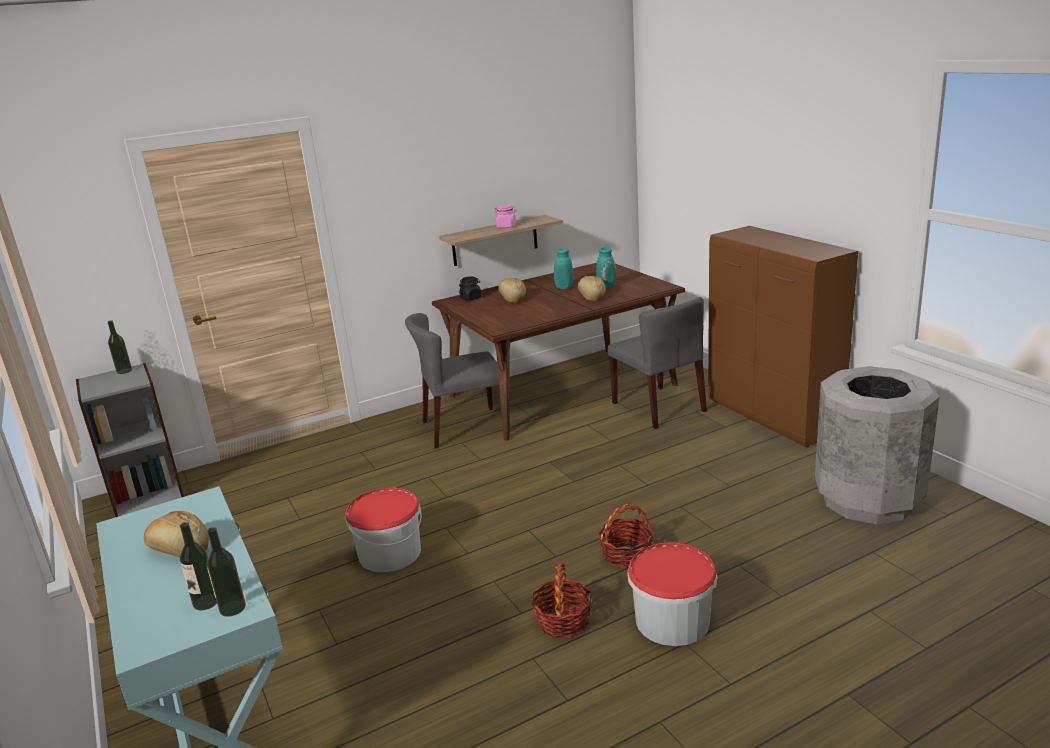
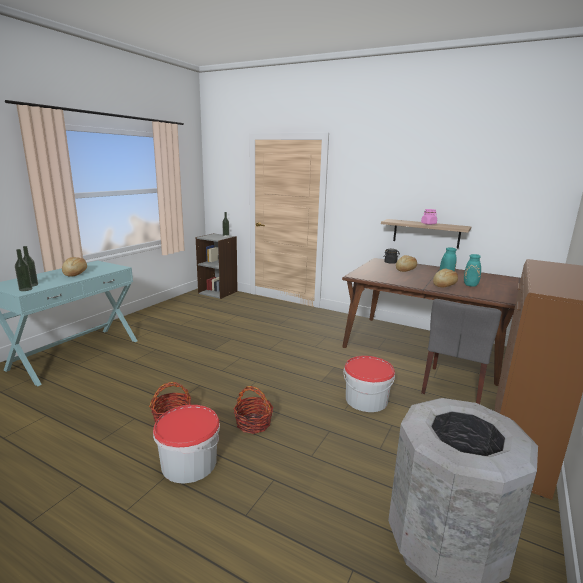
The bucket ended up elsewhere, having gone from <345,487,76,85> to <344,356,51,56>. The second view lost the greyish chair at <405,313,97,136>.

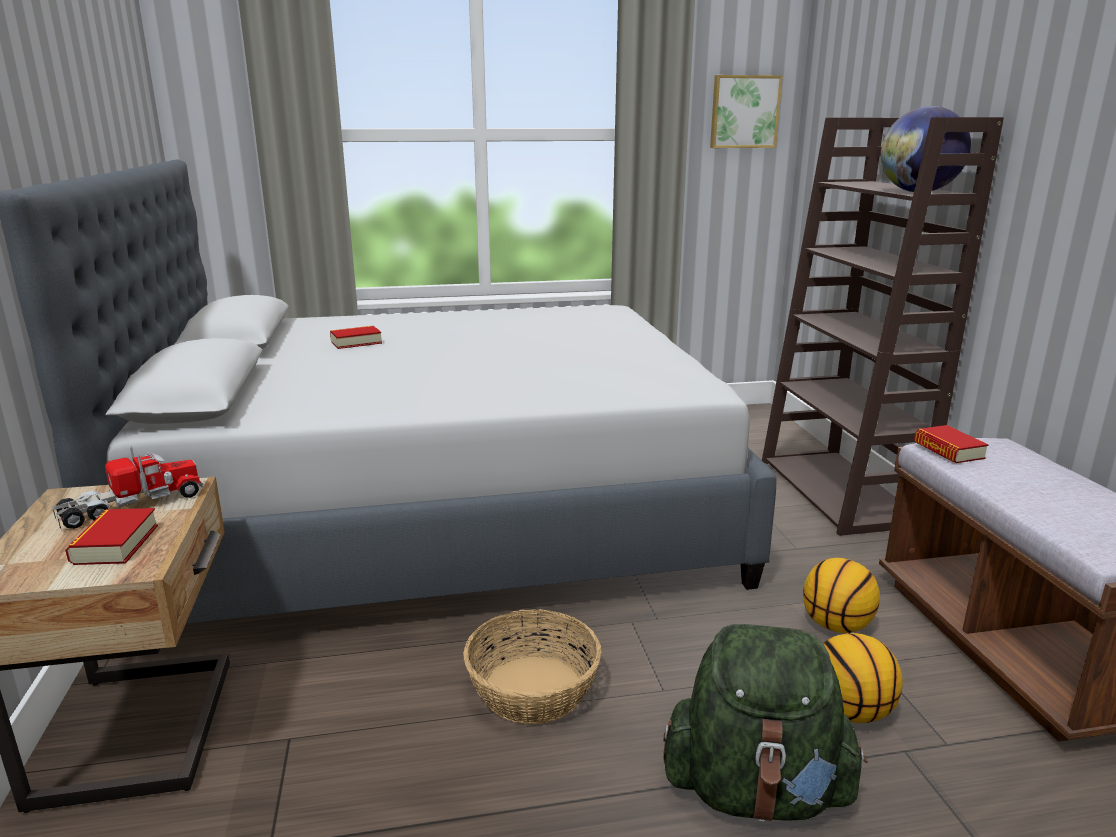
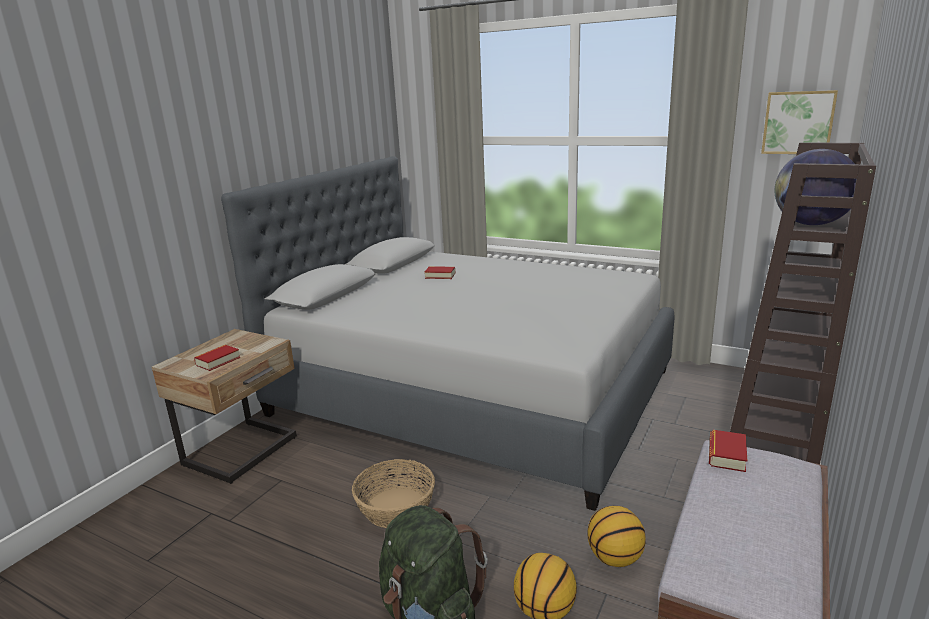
The second view lost the toy truck at <51,446,153,85>.

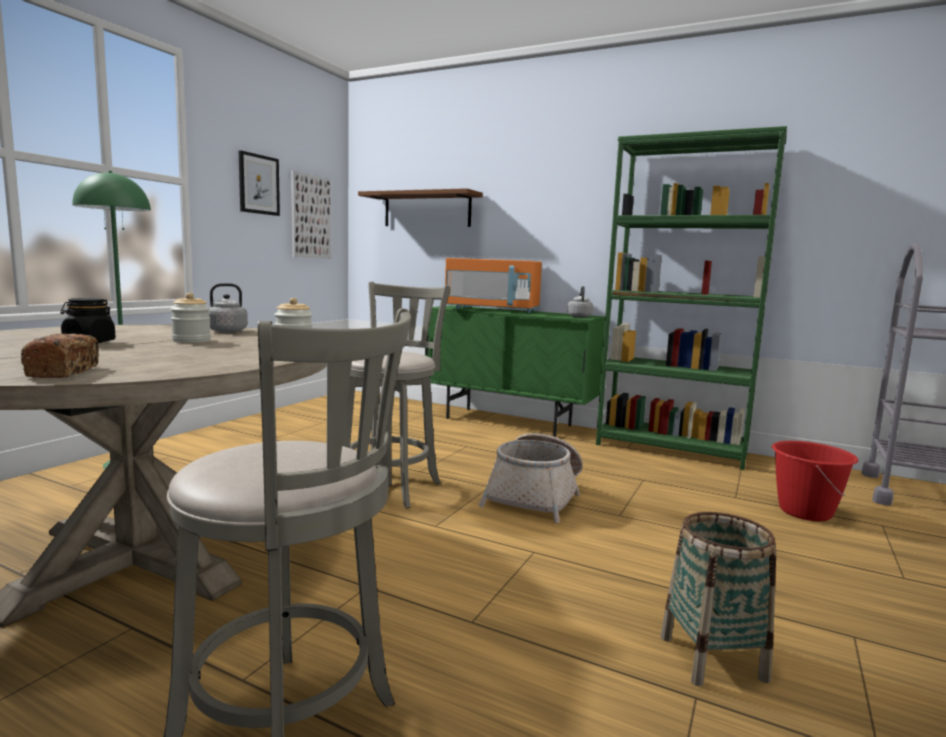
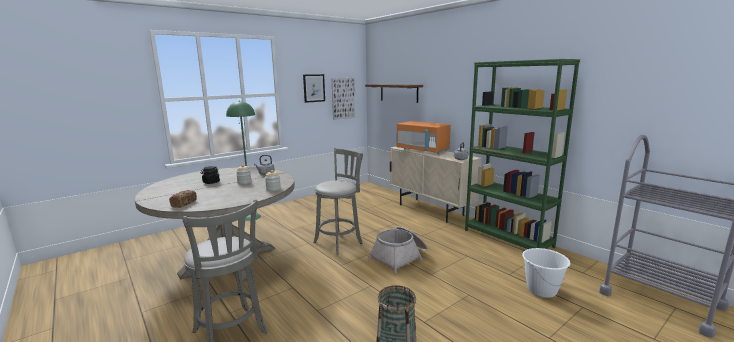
What was the greenish cupboard at <425,305,180,132> turned into the beige cupboard at <390,146,92,77>. What was the red bucket at <772,441,86,80> turned into the whitish bucket at <522,248,48,50>.

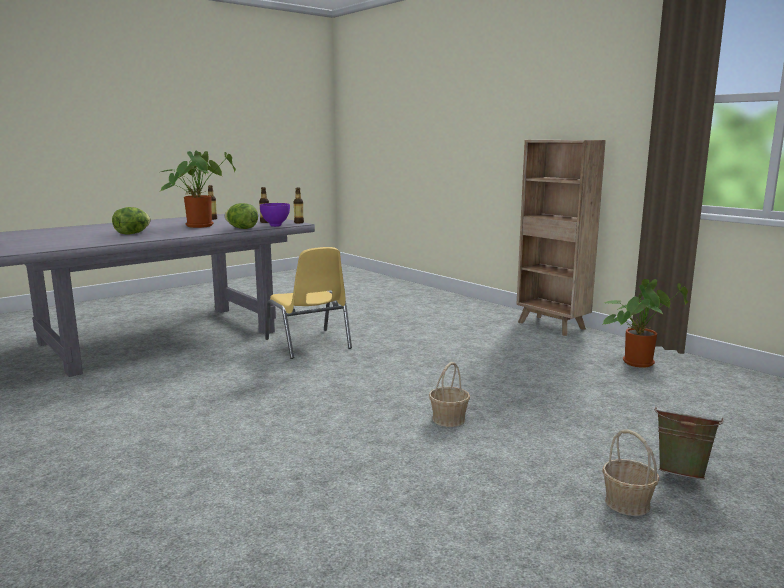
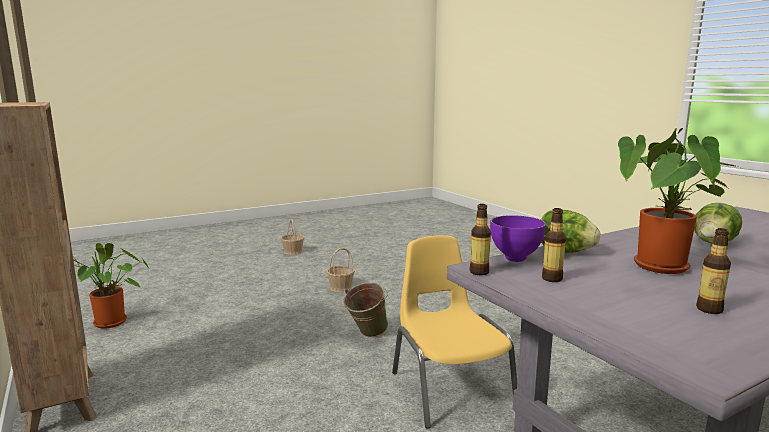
The greenish bucket ended up elsewhere, having gone from <654,406,70,73> to <344,282,44,55>.

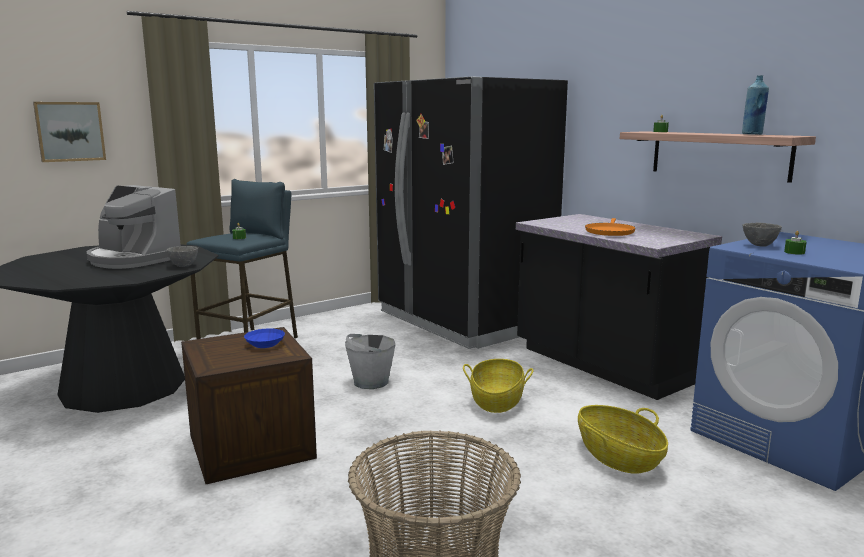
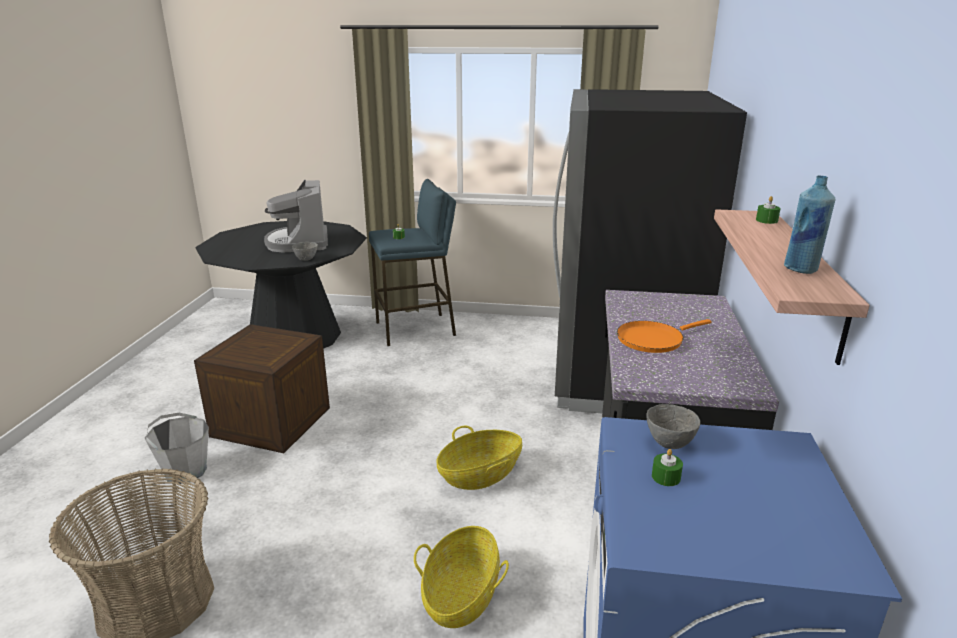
The greyish bucket ended up elsewhere, having gone from <345,334,51,55> to <145,413,64,71>. The second view lost the picture at <33,102,73,60>. The second view lost the bluish deep dish at <244,328,41,20>.

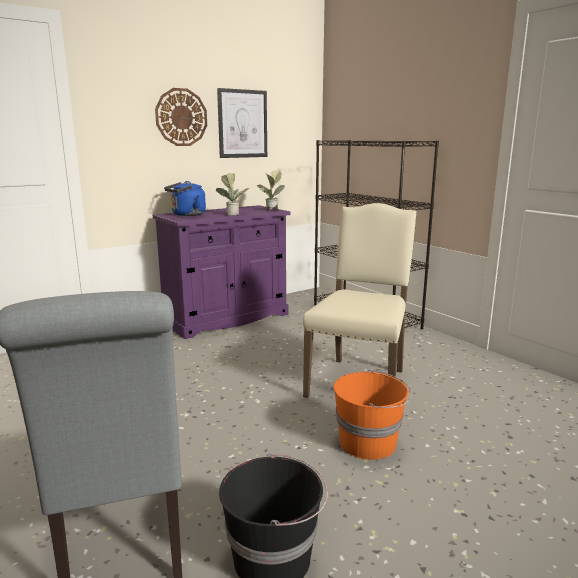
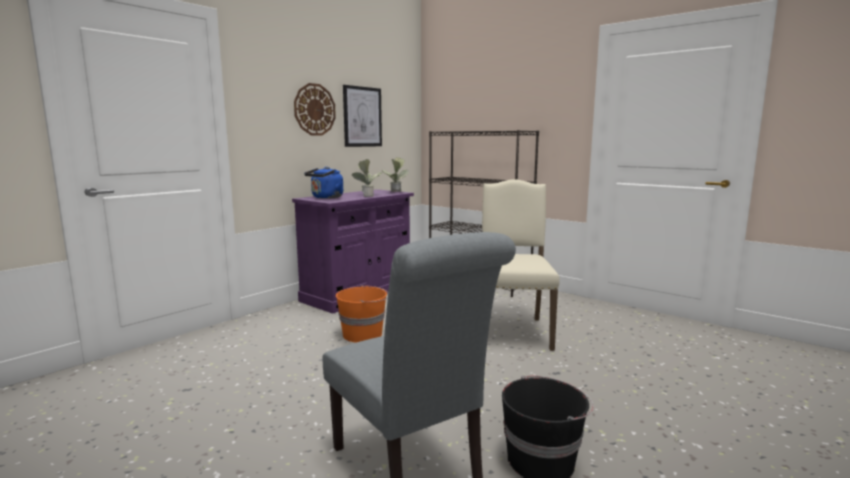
The orangey bucket ended up elsewhere, having gone from <333,370,79,90> to <336,286,52,57>.

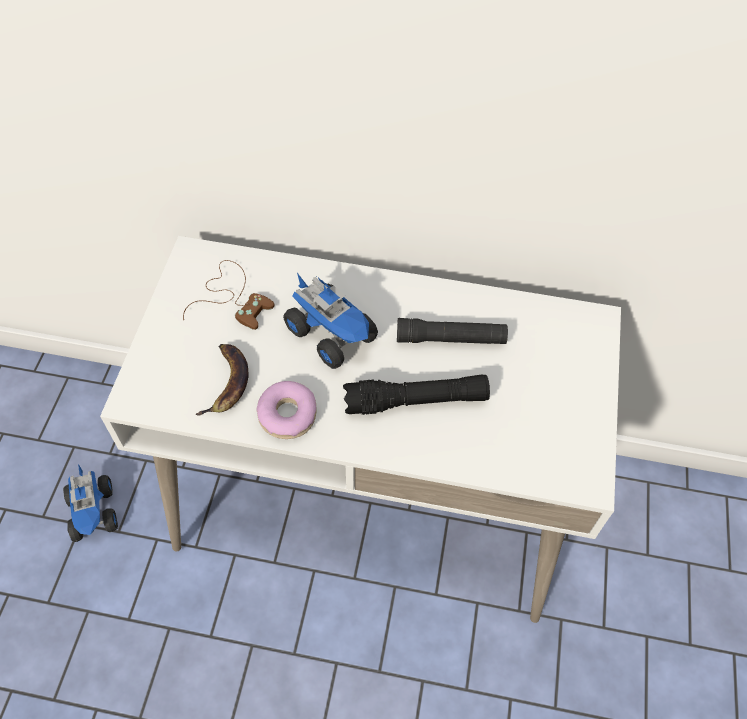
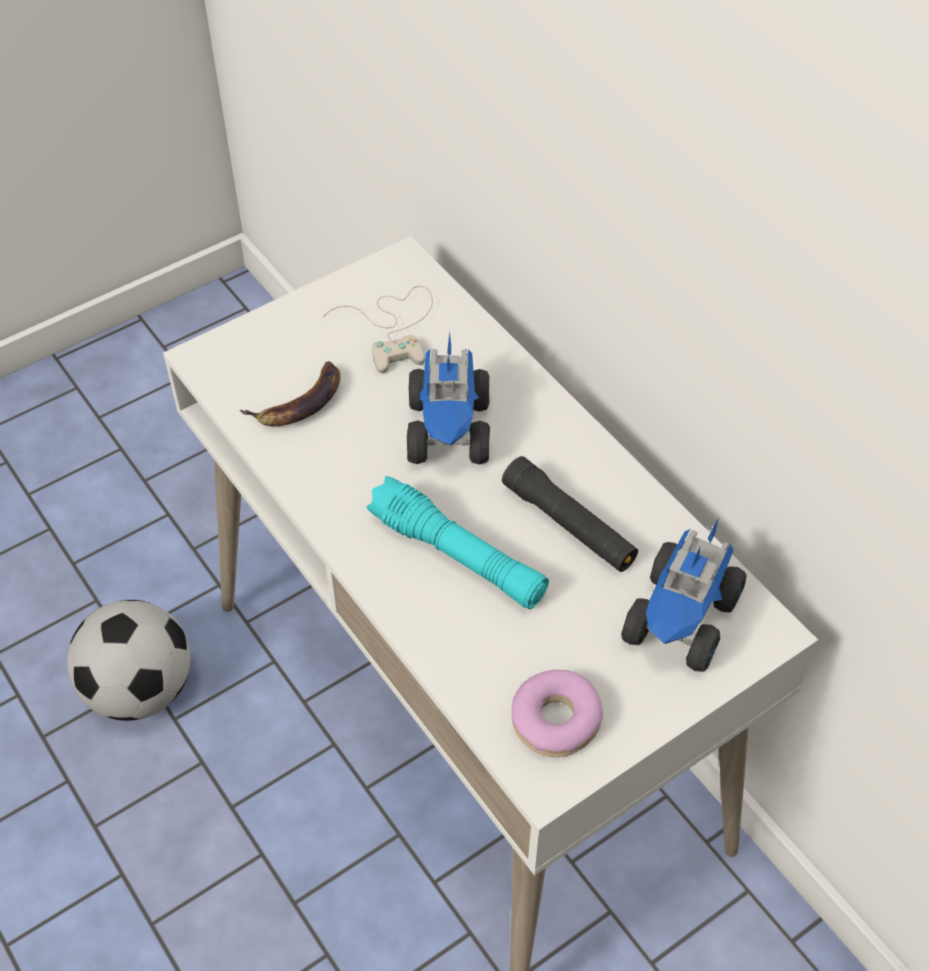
The second view gained the ball for football at <67,600,124,121>. What was the brown-coloured gamepad at <183,260,92,70> turned into the whitish gamepad at <323,286,110,87>. What was the black torch at <343,374,147,41> turned into the turquoise-coloured torch at <367,476,182,133>. The doughnut ended up elsewhere, having gone from <257,381,60,58> to <511,670,92,87>. The toy truck ended up elsewhere, having gone from <63,464,55,78> to <621,517,126,155>.

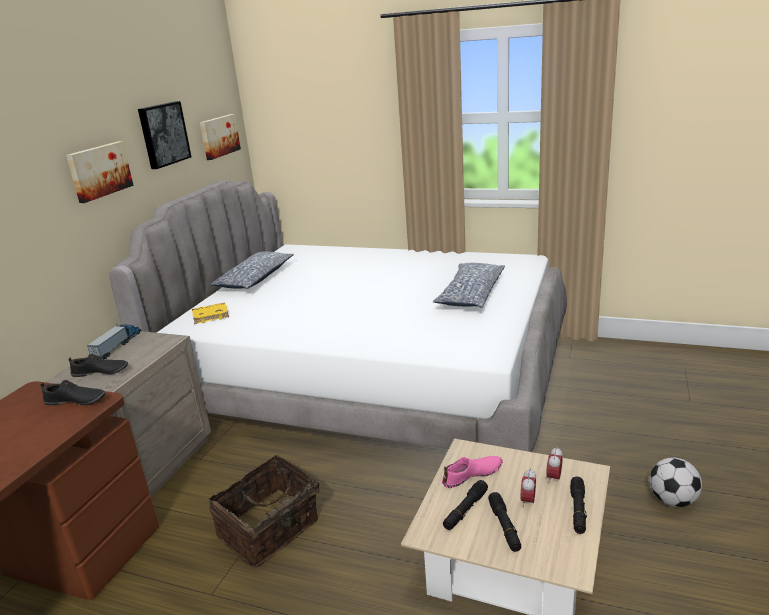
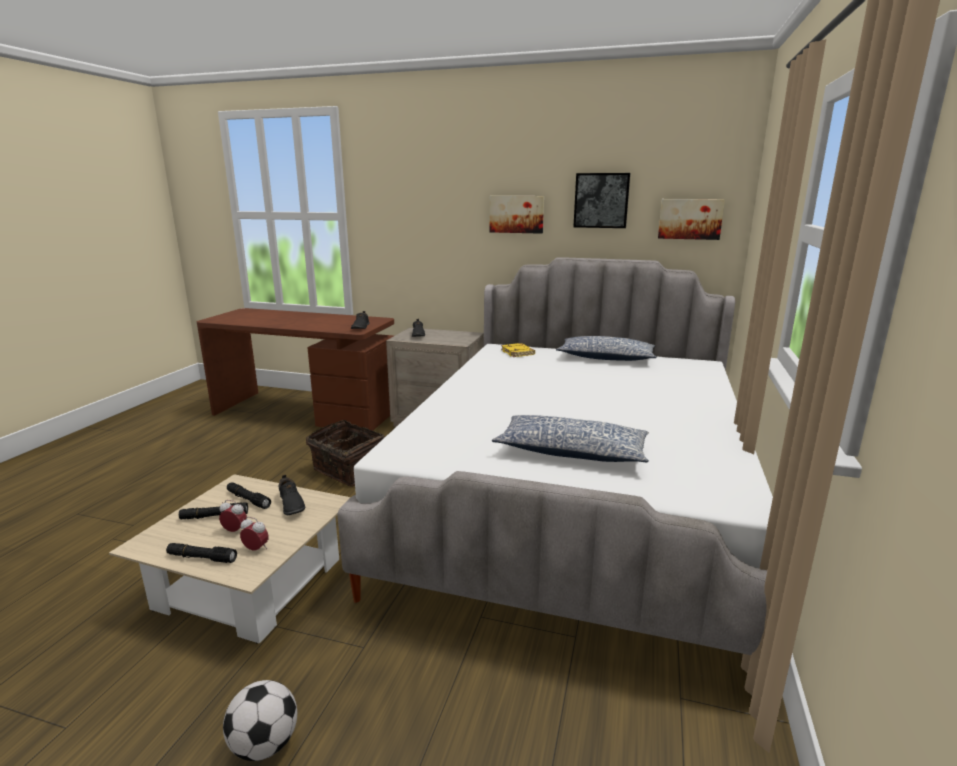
What was the pinkish shoe at <442,456,61,32> turned into the black shoe at <279,474,26,41>. The second view lost the toy truck at <87,324,54,35>.

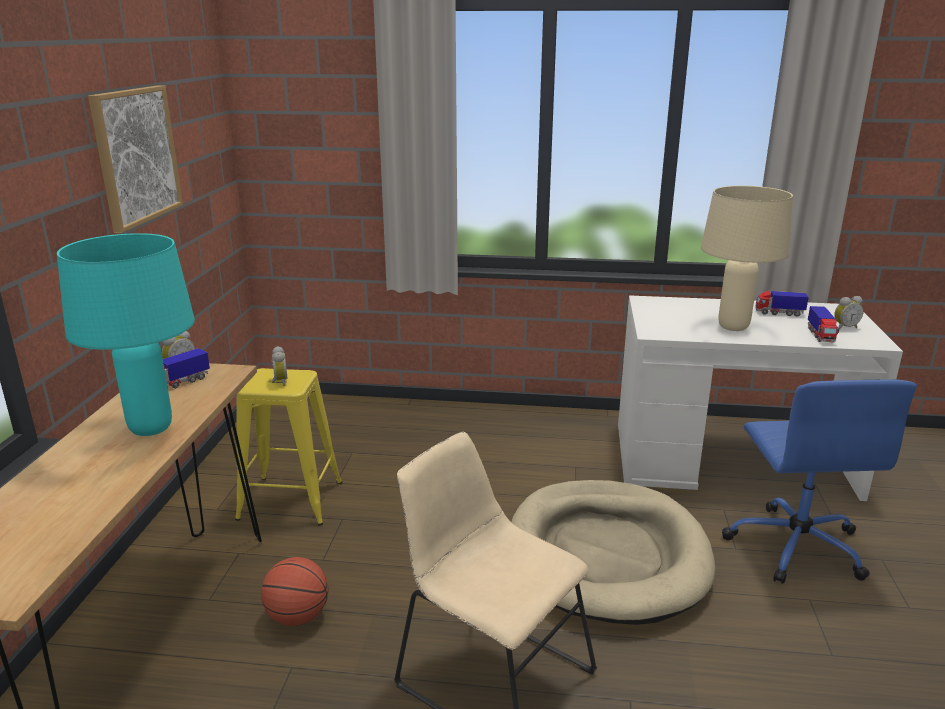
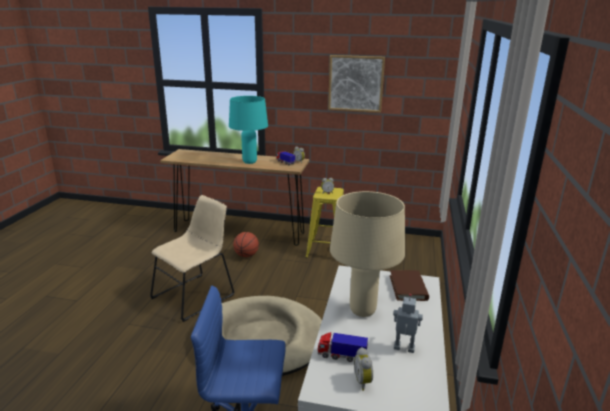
The second view gained the brown-coloured volume at <390,270,39,31>. Where the toy truck stood at <755,291,54,26>, the robot figure came to stand at <393,294,30,59>.

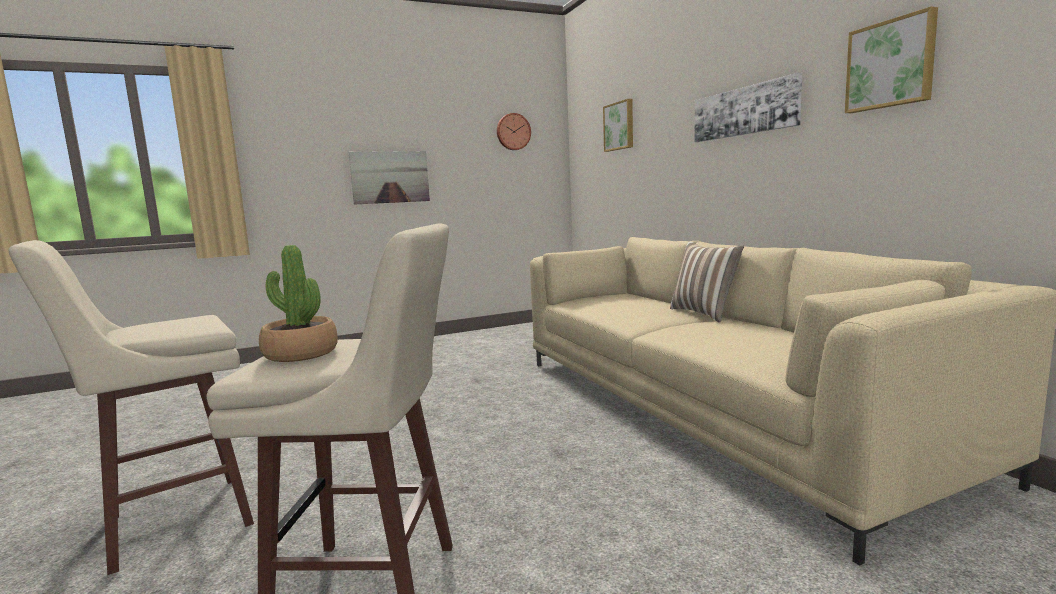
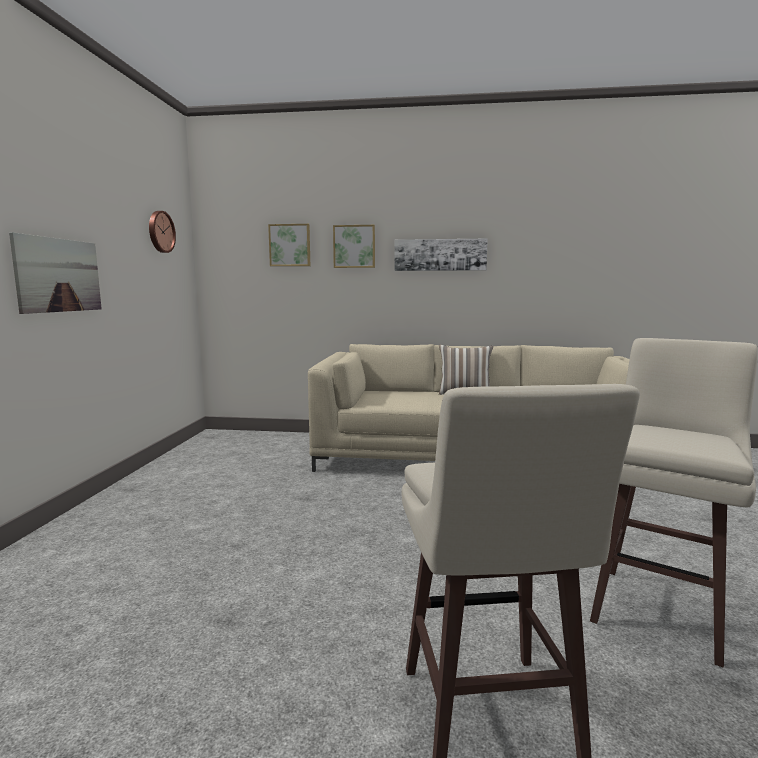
The picture ended up elsewhere, having gone from <845,6,93,107> to <333,225,42,43>. The second view lost the potted plant at <259,245,79,117>.

